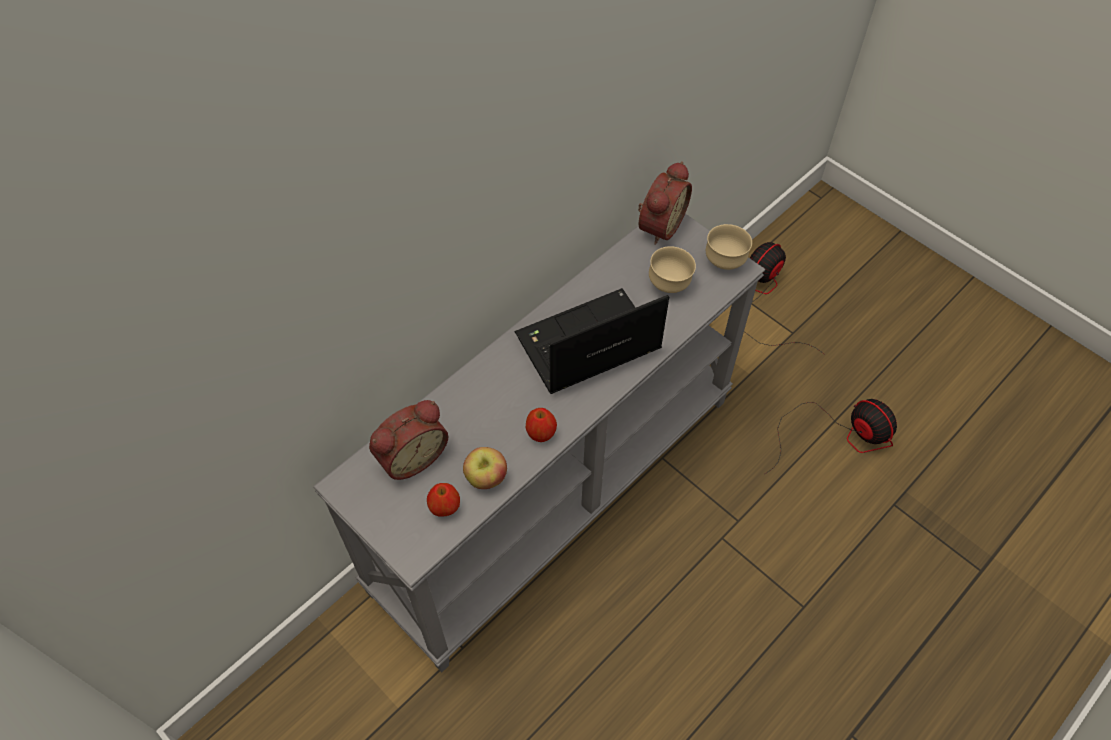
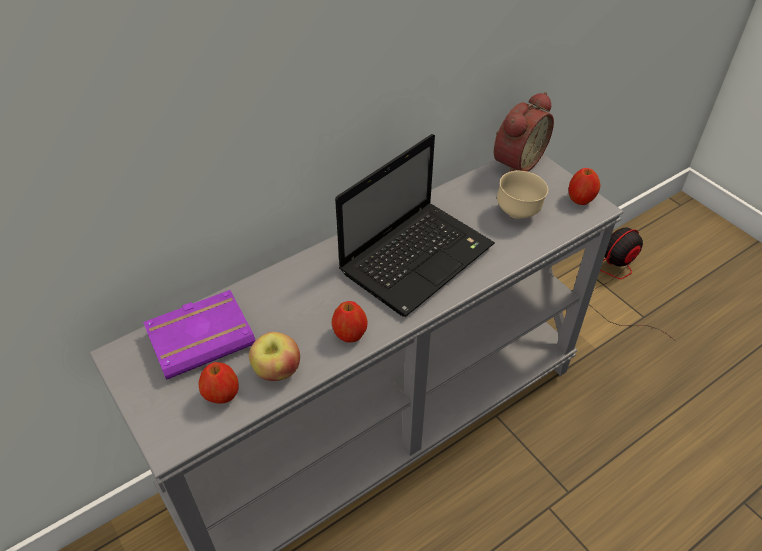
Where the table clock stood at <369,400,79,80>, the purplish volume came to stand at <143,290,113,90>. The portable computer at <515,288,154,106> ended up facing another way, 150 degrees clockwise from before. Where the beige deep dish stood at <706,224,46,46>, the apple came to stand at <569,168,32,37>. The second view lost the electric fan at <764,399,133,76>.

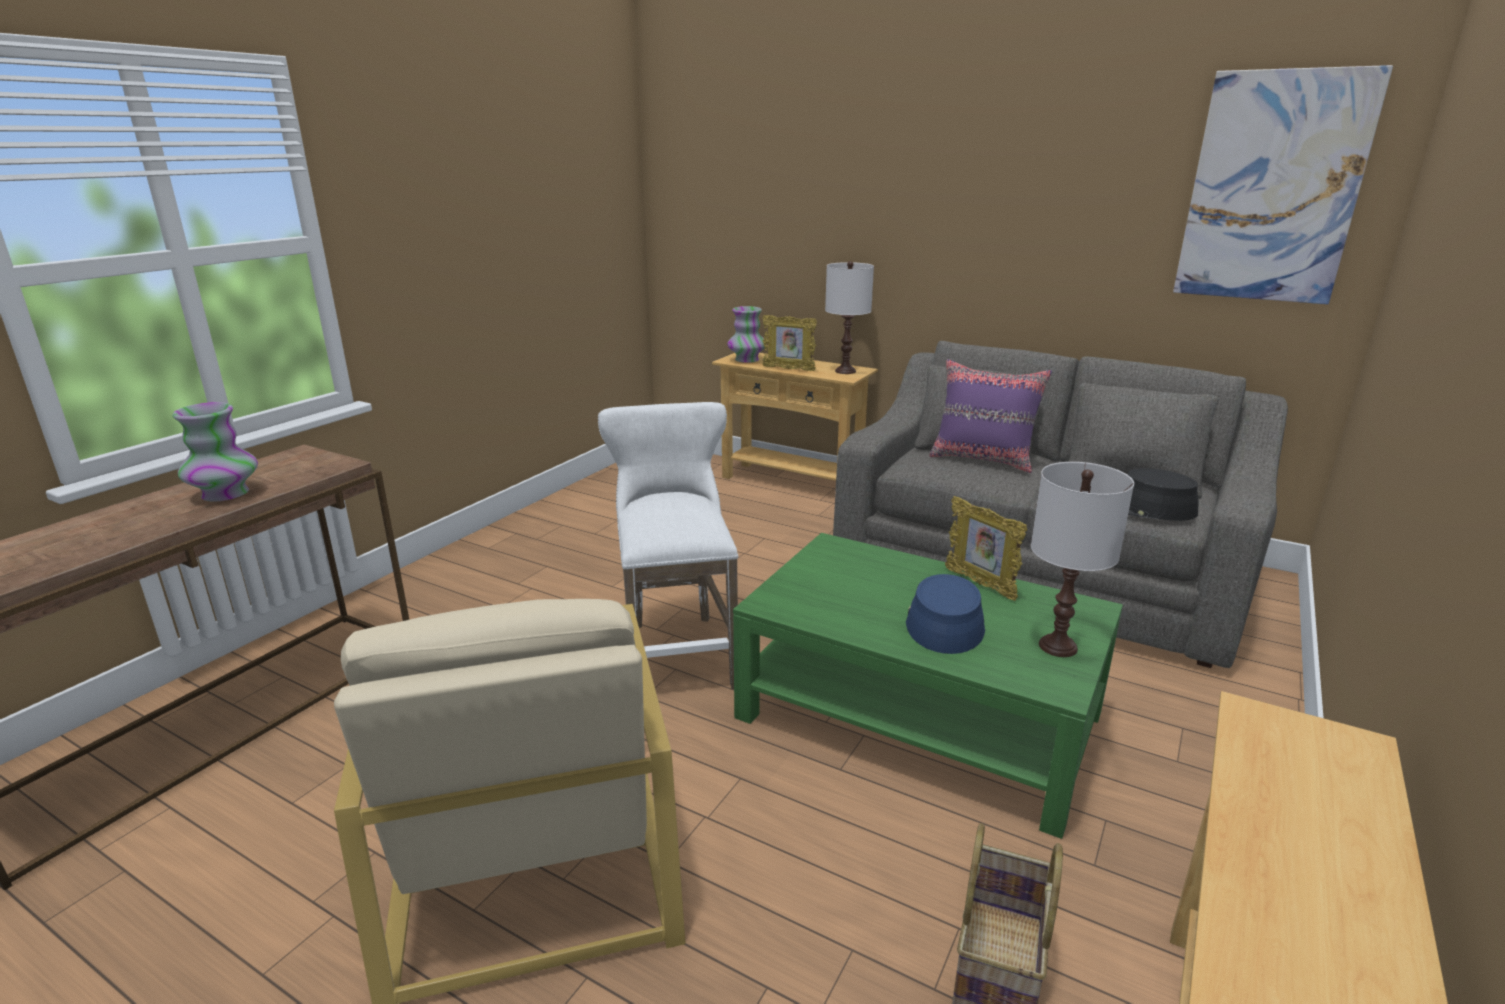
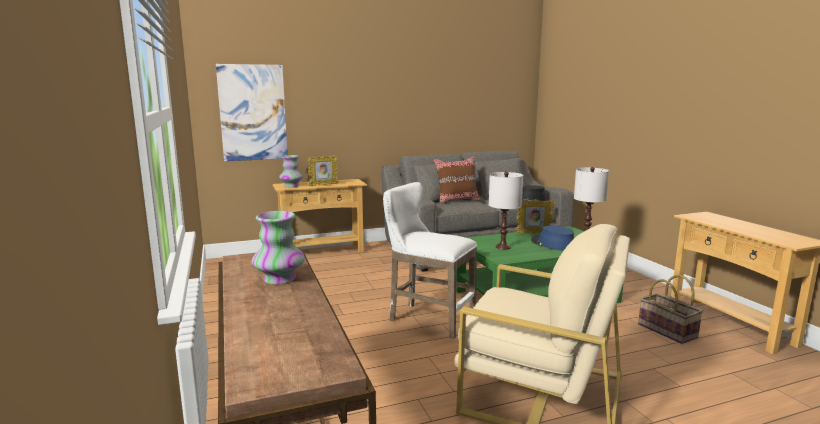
The picture ended up elsewhere, having gone from <1173,65,220,239> to <216,64,72,97>. What was the purplish cushion at <930,359,122,114> turned into the brown-coloured cushion at <433,157,48,47>. The whitish tabletop lamp ended up elsewhere, having gone from <825,261,49,113> to <489,172,34,78>.

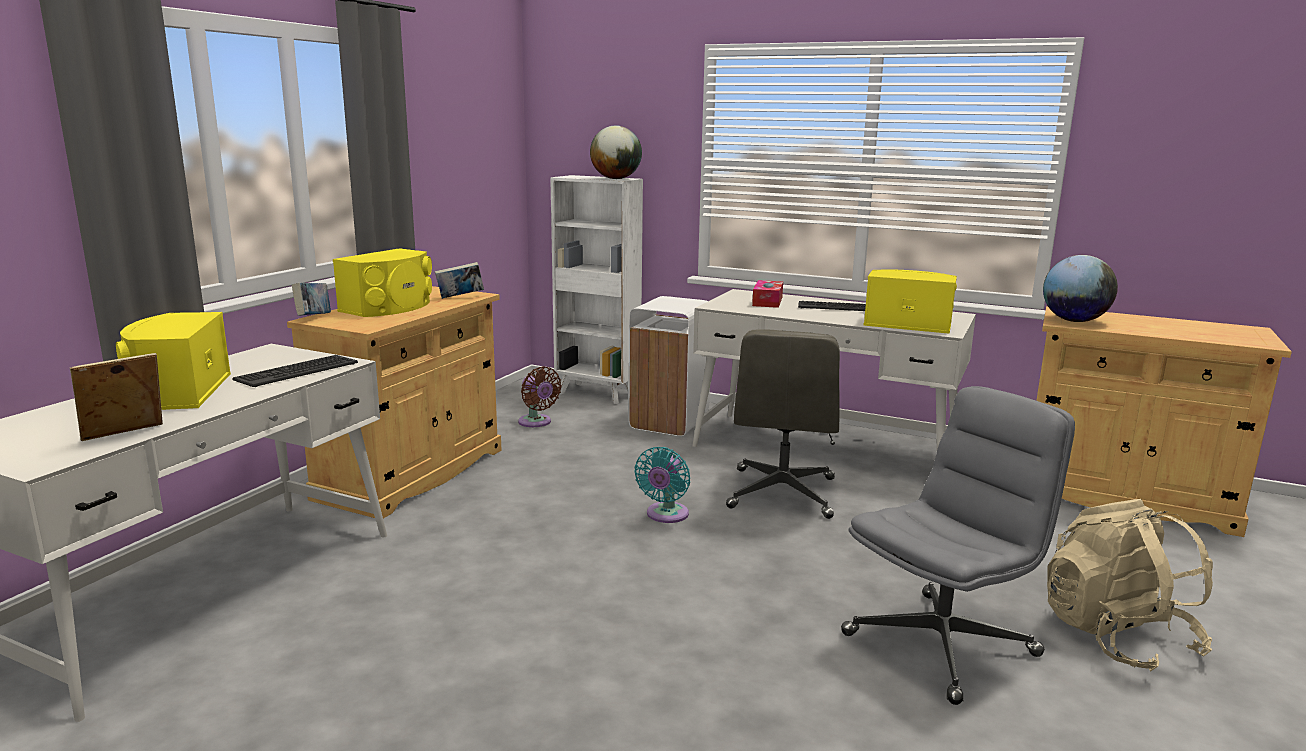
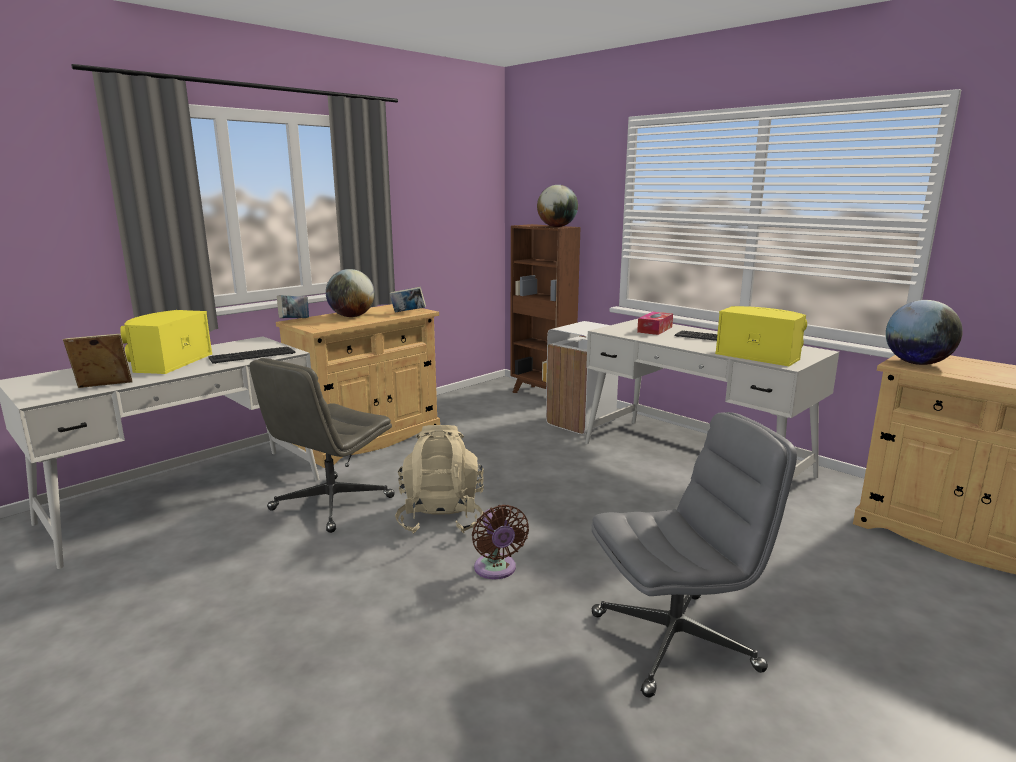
The greyish office chair ended up elsewhere, having gone from <726,330,114,189> to <249,358,146,175>. Where the yellow-coloured loudspeaker stood at <333,248,99,69>, the desk globe came to stand at <326,269,49,48>. The beige rucksack ended up elsewhere, having gone from <1047,499,166,172> to <395,425,89,109>. The brown-coloured electric fan ended up elsewhere, having gone from <518,366,44,61> to <472,505,57,74>. What was the whitish shelving unit at <550,175,93,229> turned into the brown-coloured shelving unit at <511,224,70,169>. The second view lost the turquoise-coloured electric fan at <634,447,56,76>.

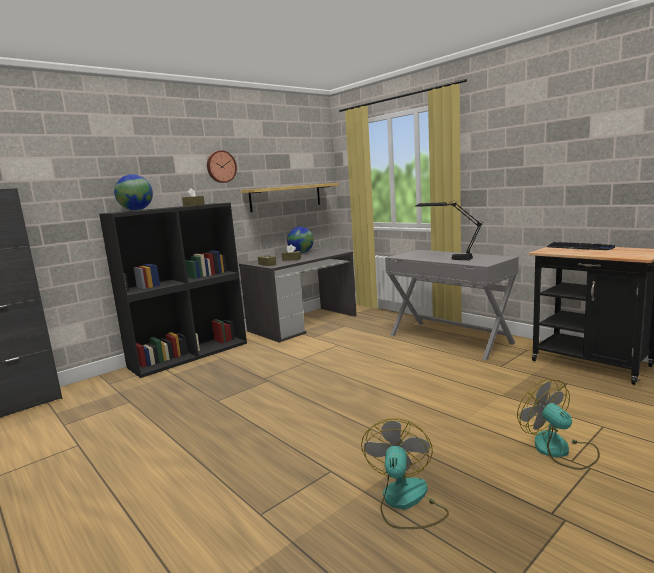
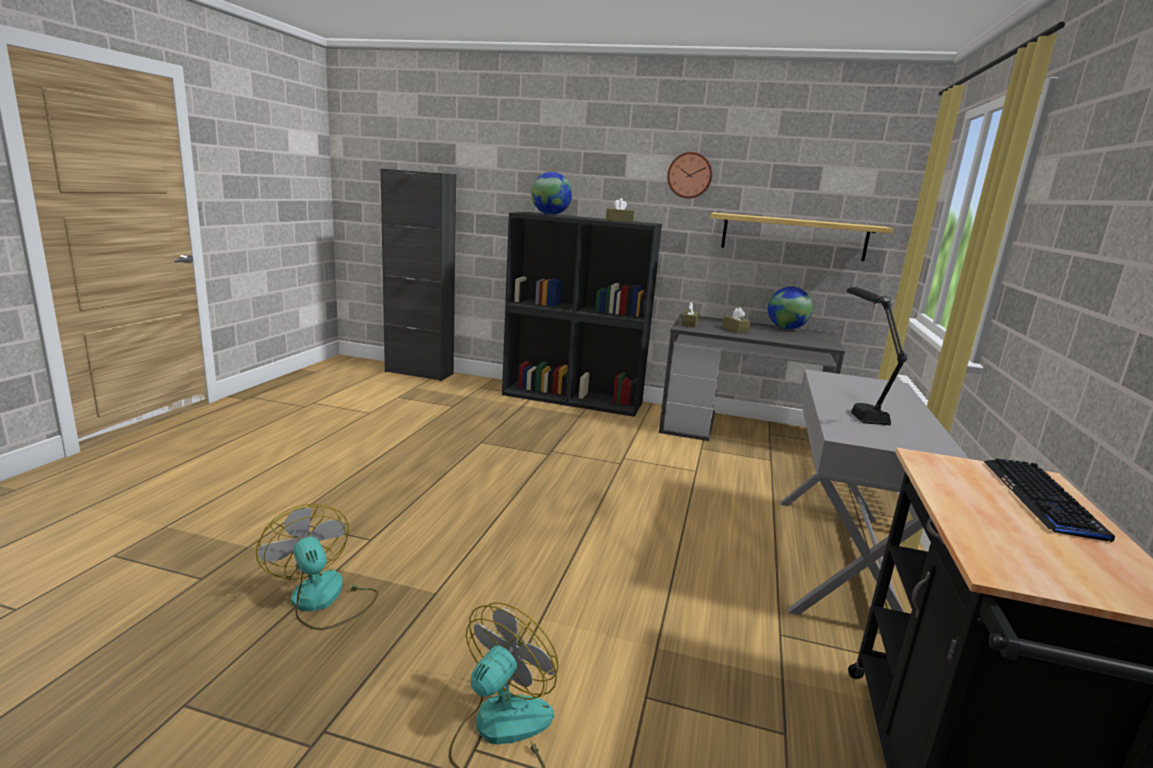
The electric fan at <361,419,88,110> ended up facing another way, 105 degrees counterclockwise from before.

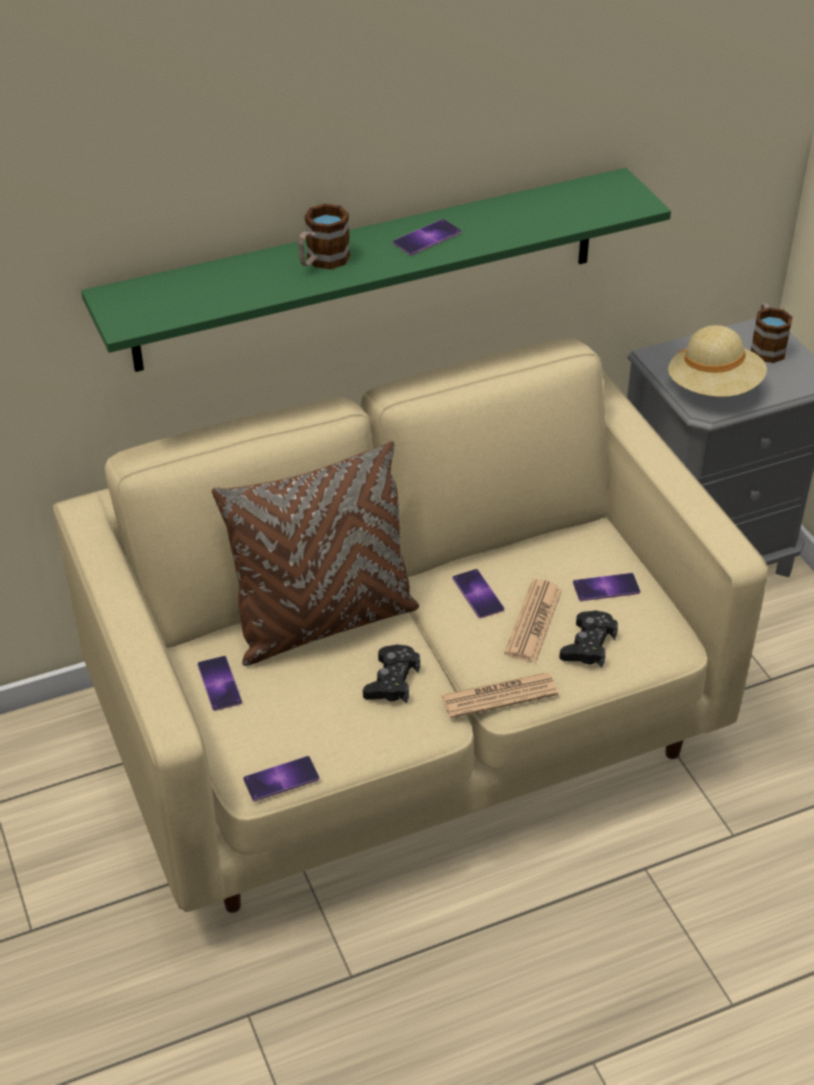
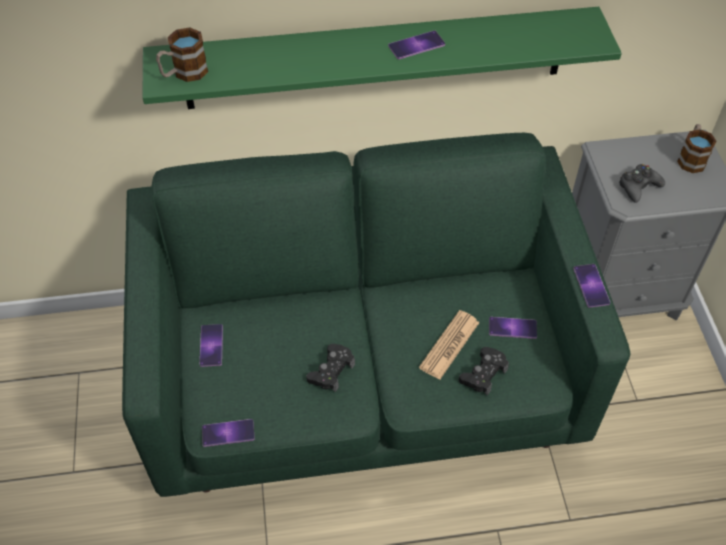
What was the beige settee at <53,338,715,575> turned into the greenish settee at <122,133,509,364>. The tea mug ended up elsewhere, having gone from <298,204,52,65> to <156,28,52,54>. The telephone ended up elsewhere, having gone from <453,569,51,49> to <573,264,37,44>. Where the beige hat stood at <668,325,99,72>, the black gamepad came to stand at <619,164,46,39>. The second view lost the brown-coloured cushion at <212,441,207,225>. The second view lost the daily paper at <441,672,117,46>.

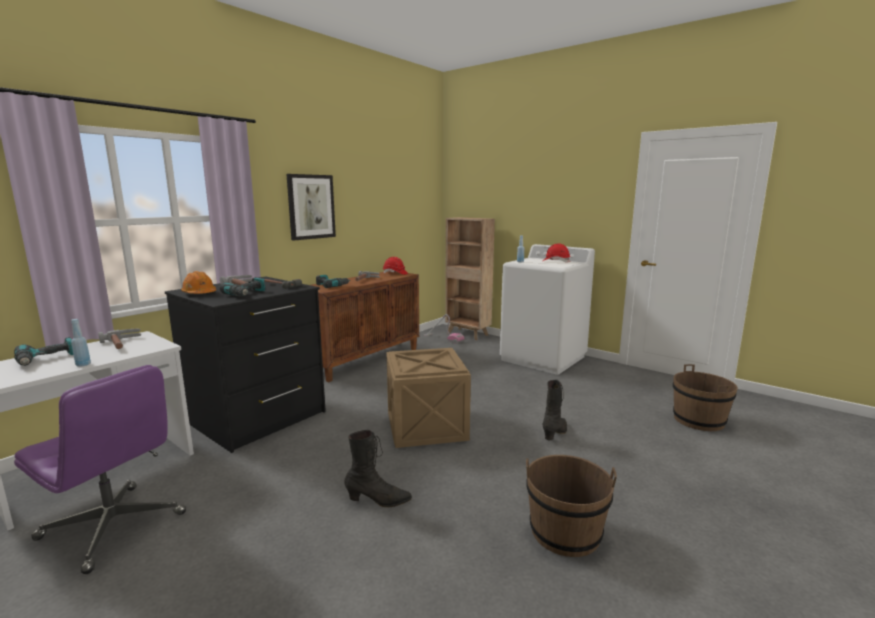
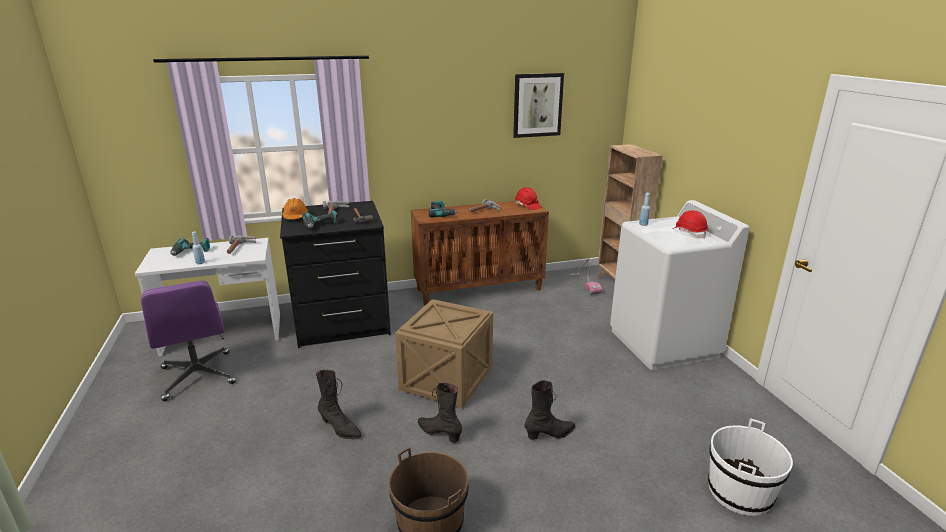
The second view gained the black boot at <418,383,44,60>. The picture ended up elsewhere, having gone from <286,174,50,67> to <513,73,51,65>. What was the brown-coloured bucket at <673,364,65,67> turned into the whitish bucket at <708,418,85,98>.

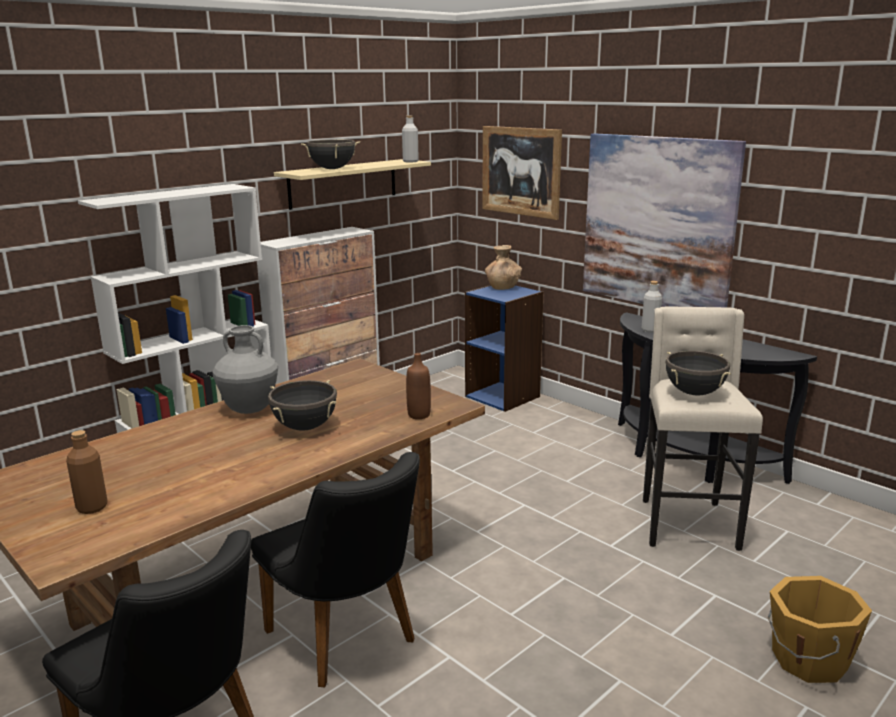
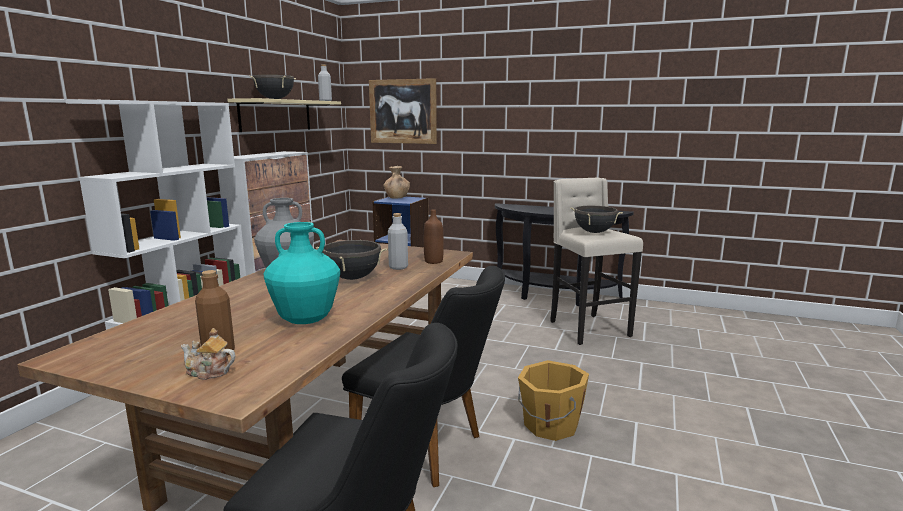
The second view gained the pot for tea at <181,328,55,52>. The second view gained the turquoise-coloured flower vase at <263,222,77,102>. The greyish bottle ended up elsewhere, having gone from <642,281,20,52> to <388,213,20,57>. The orangey bucket ended up elsewhere, having gone from <768,576,104,107> to <518,360,71,81>. The second view lost the picture at <583,133,163,174>.

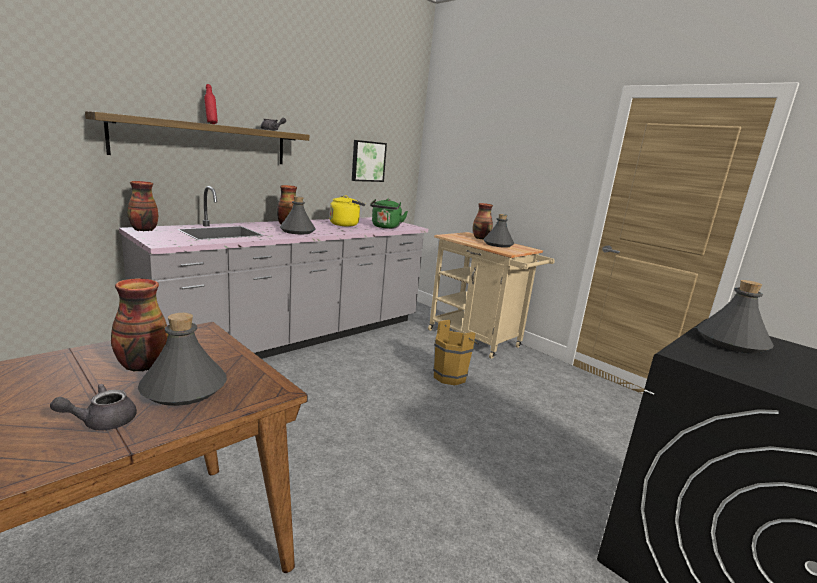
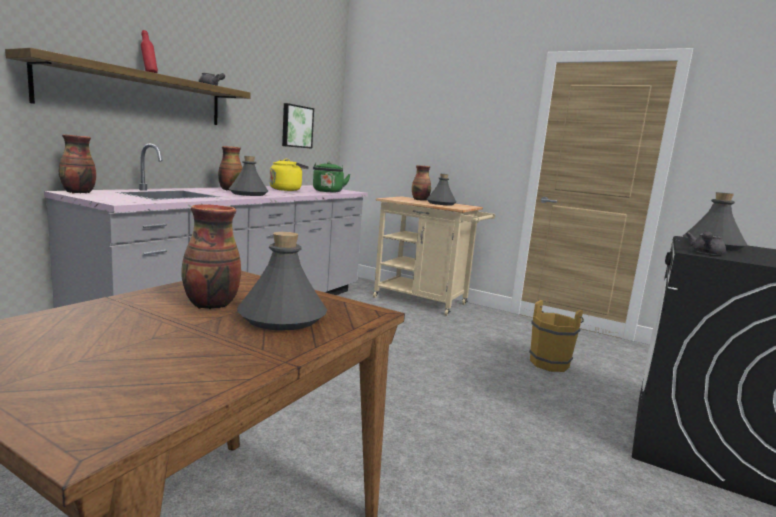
The brown-coloured bucket ended up elsewhere, having gone from <433,319,45,66> to <529,300,55,72>. The greyish pot for tea ended up elsewhere, having gone from <50,384,87,47> to <686,232,40,23>.

